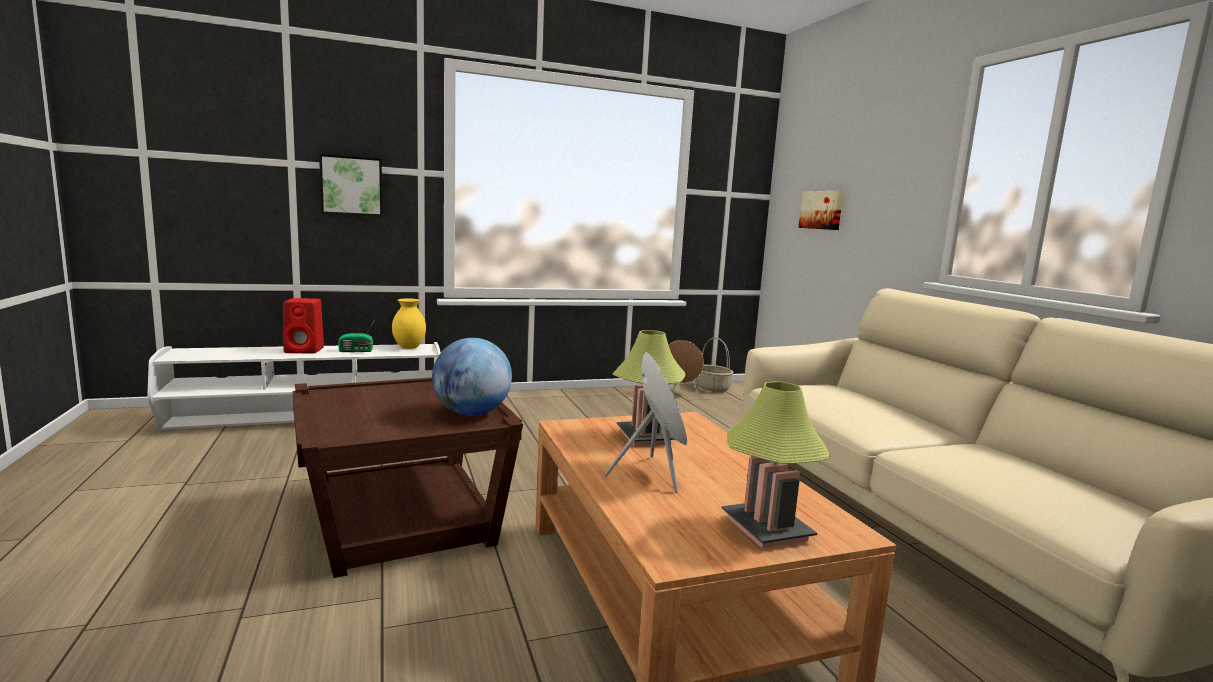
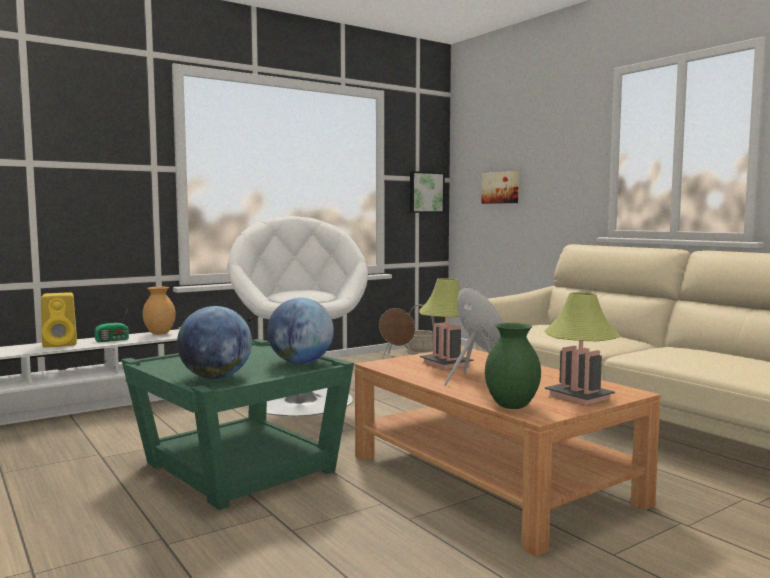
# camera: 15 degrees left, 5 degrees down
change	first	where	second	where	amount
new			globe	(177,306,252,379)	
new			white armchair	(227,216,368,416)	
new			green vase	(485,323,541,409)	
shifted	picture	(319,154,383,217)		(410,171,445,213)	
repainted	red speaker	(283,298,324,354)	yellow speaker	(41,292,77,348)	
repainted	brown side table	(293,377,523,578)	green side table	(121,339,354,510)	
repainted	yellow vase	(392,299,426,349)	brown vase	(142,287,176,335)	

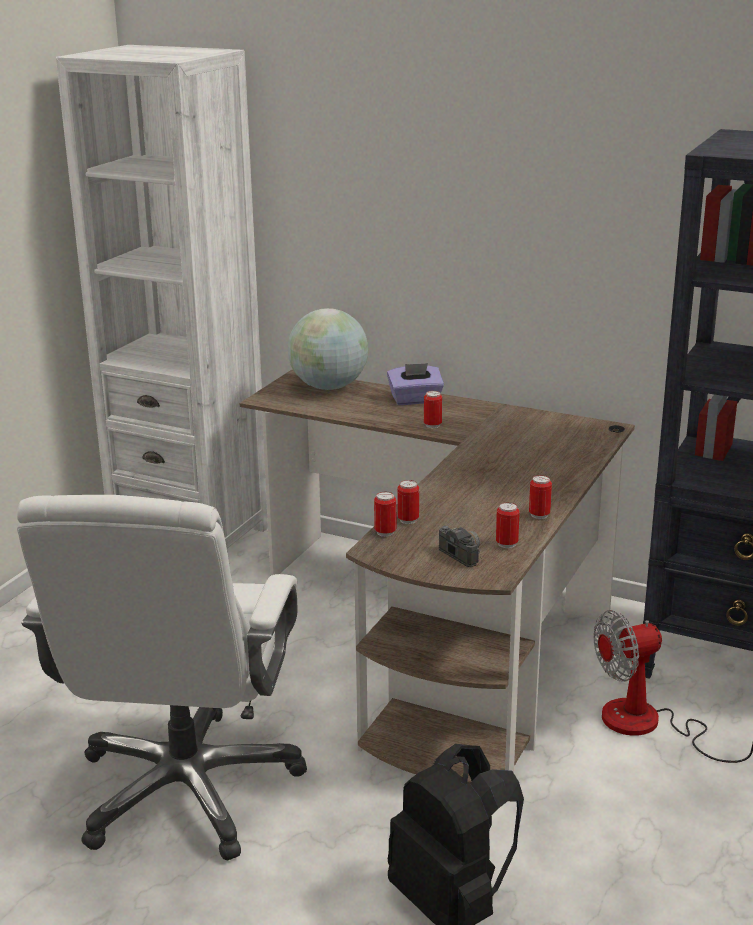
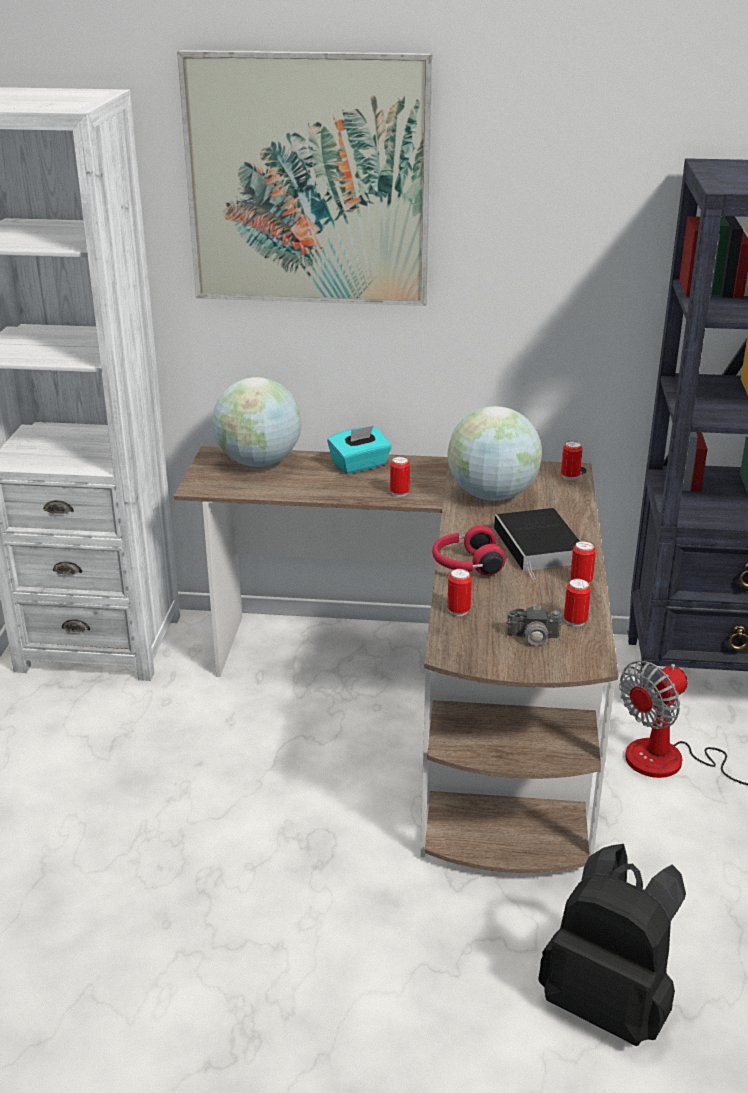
# camera: 20 degrees left, 5 degrees up
change	first	where	second	where	amount
gone	white office chair	(17,495,307,861)			
new			picture	(177,50,432,306)	
new			red headphones	(432,525,506,576)	
new			globe	(447,406,542,501)	
new			book	(494,508,580,579)	
shifted	can	(374,492,396,537)		(561,441,583,480)	
repainted	purple tissue box	(387,363,444,405)	turquoise tissue box	(327,426,392,474)	
rotated	photo camera	(439,526,487,567)		(505,605,574,650)	150 degrees clockwise

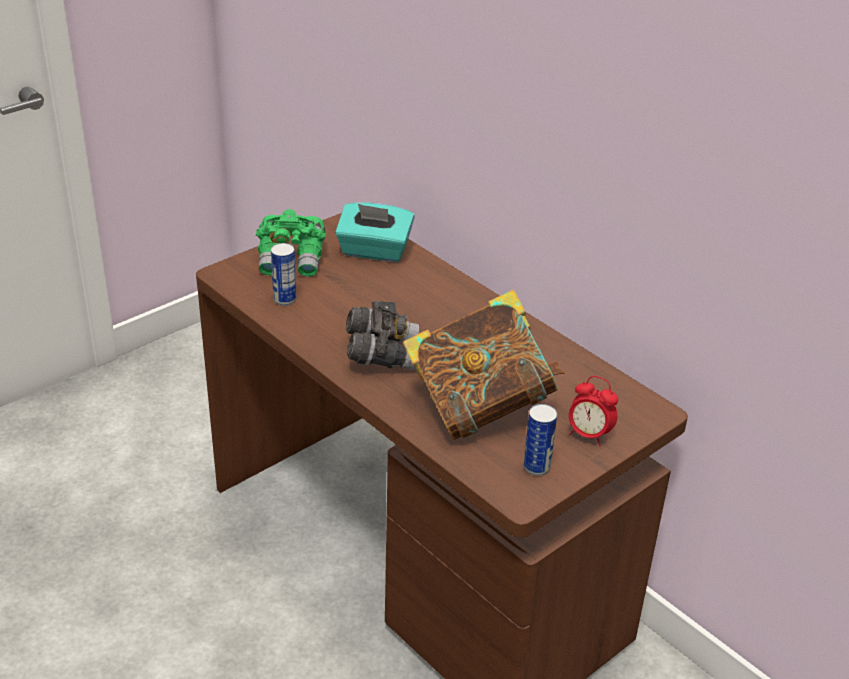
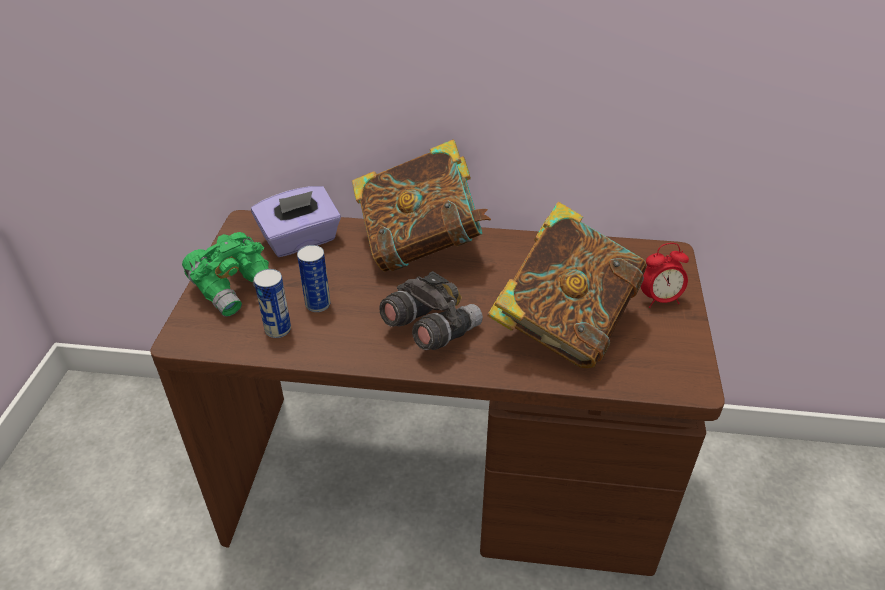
# camera: 40 degrees left, 5 degrees up
change	first	where	second	where	amount
new			book	(352,139,491,272)	
shifted	can	(523,404,557,476)		(297,245,331,312)	
repainted	turquoise tissue box	(335,202,415,262)	purple tissue box	(251,186,341,257)	

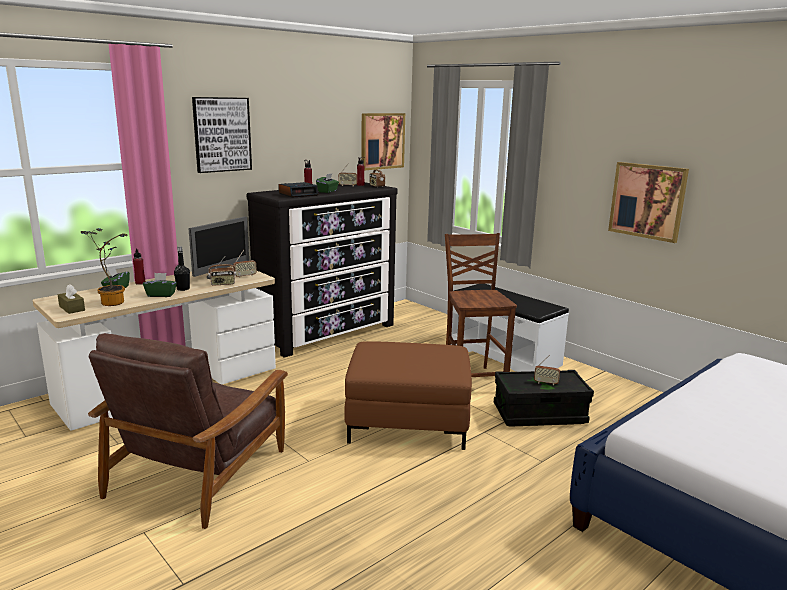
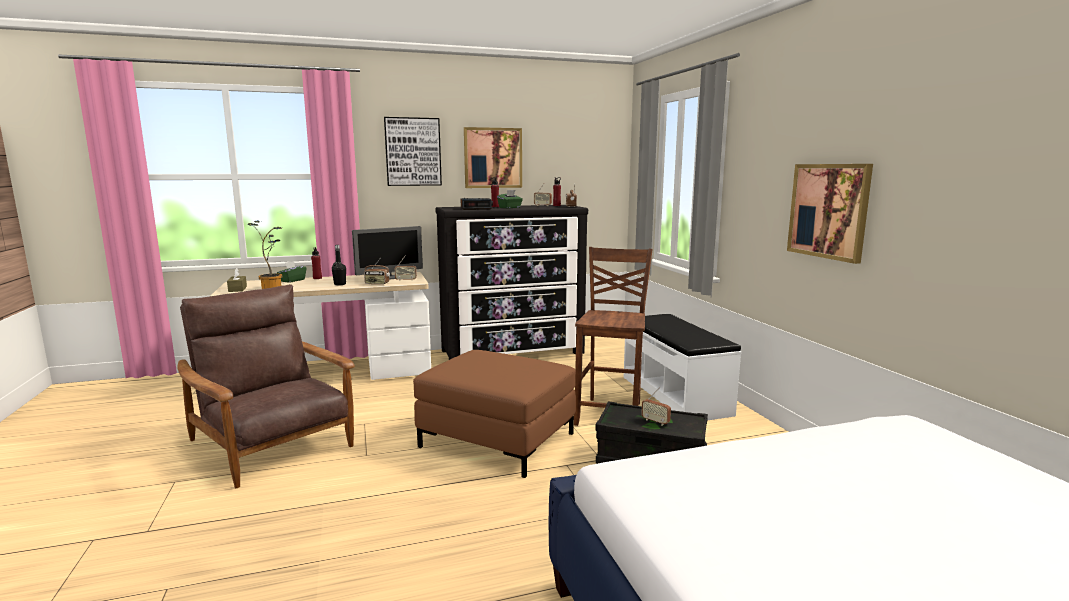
# camera: 25 degrees right, 5 degrees down
change	first	where	second	where	amount
gone	green tissue box	(143,273,177,297)			
shifted	picture	(361,113,405,170)		(464,127,522,188)	
rotated	brown armchair	(88,333,288,529)		(177,284,355,488)	90 degrees clockwise

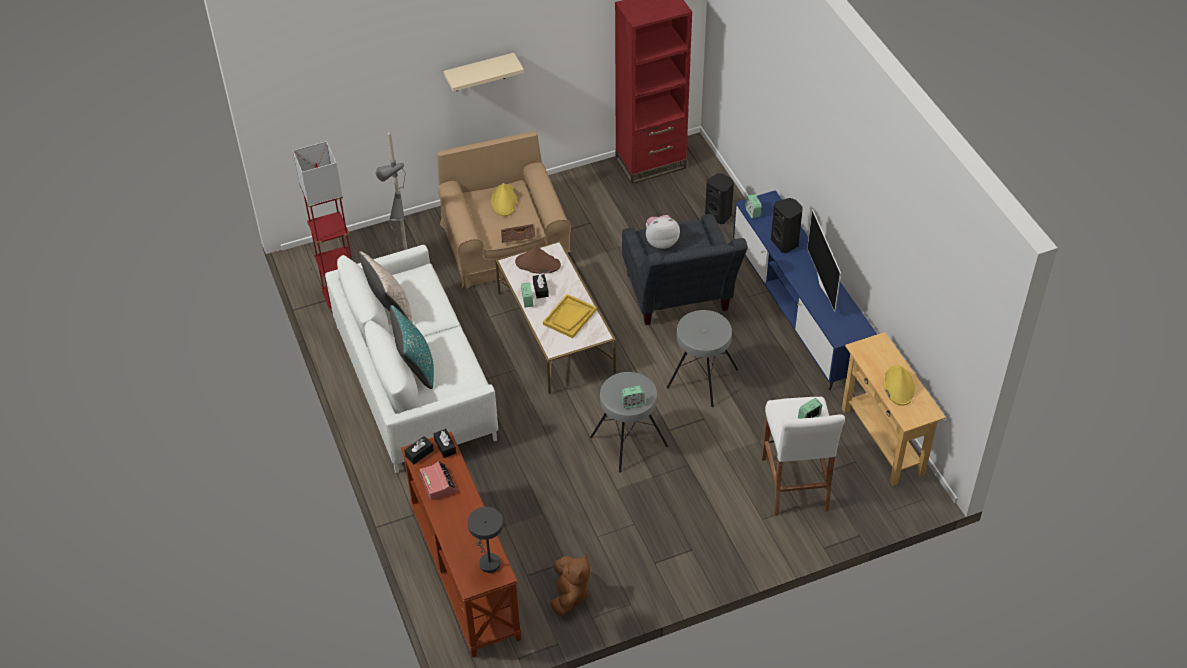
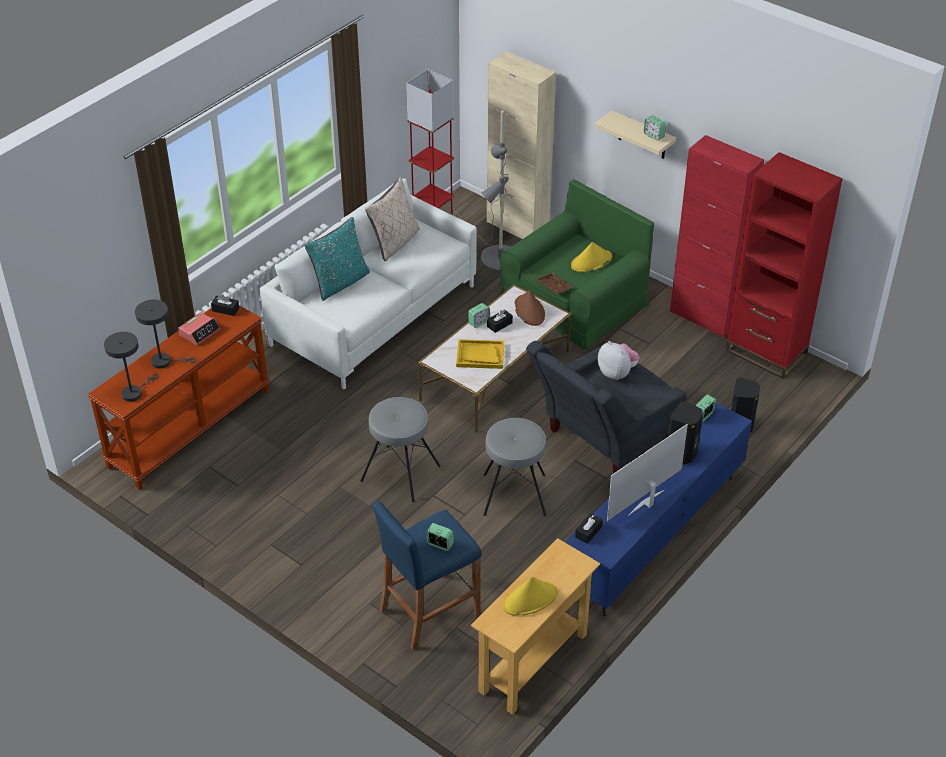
# camera: 60 degrees right, 5 degrees down
change	first	where	second	where	amount
gone	brown plush toy	(550,554,590,616)			
new			grey table lamp	(135,300,196,369)	
new			beige cabinet	(487,51,556,239)	
new			red cabinet	(670,135,764,338)	
shifted	black tissue box	(433,429,456,458)		(575,513,603,544)	
shifted	alarm clock	(621,386,645,409)		(644,116,666,141)	
repainted	brown armchair	(437,131,571,289)	green armchair	(500,180,654,351)	
repainted	white stool	(761,397,845,516)	blue stool	(373,501,481,651)	

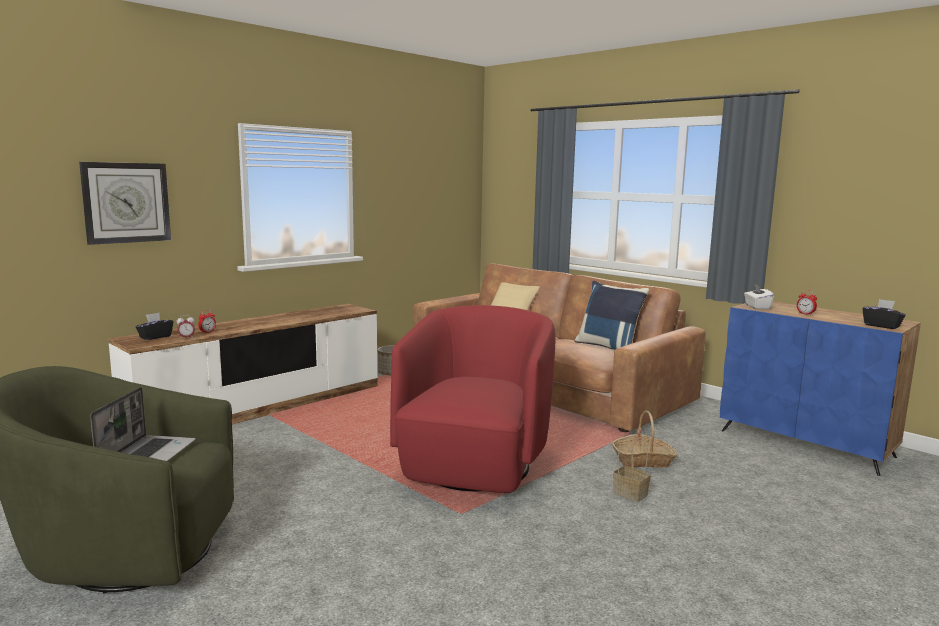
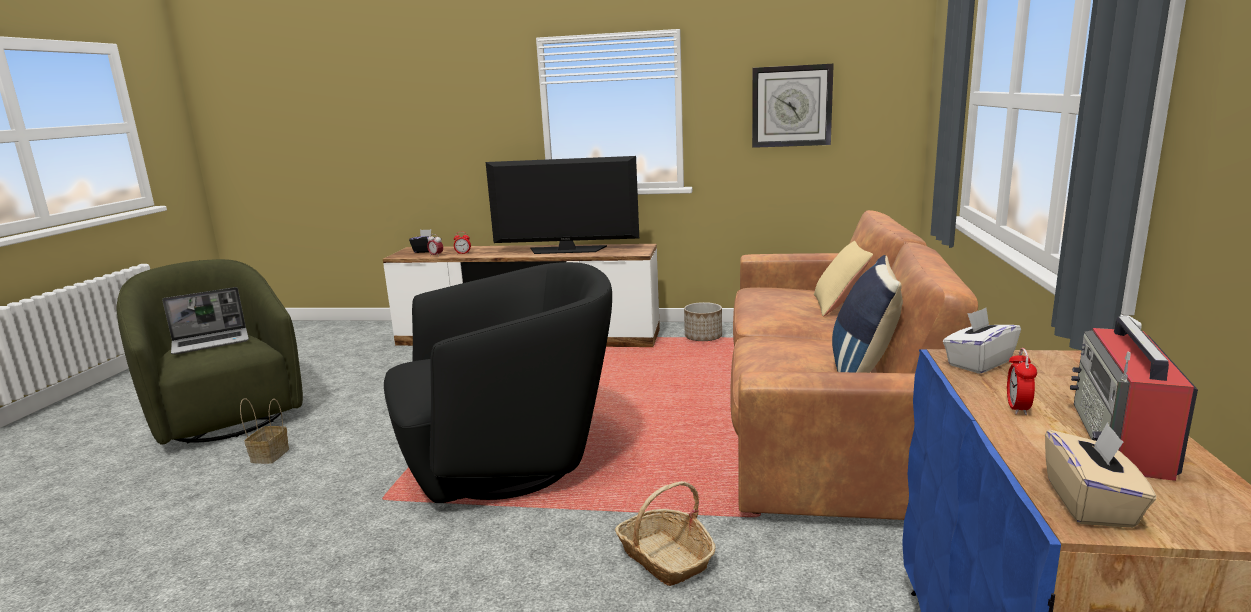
# camera: 55 degrees right, 5 degrees up
change	first	where	second	where	amount
new			television	(486,156,639,254)	
new			radio	(1070,316,1198,481)	
shifted	wall clock	(79,162,171,245)		(752,64,834,148)	
shifted	basket	(613,437,651,502)		(240,398,289,464)	
repainted	red armchair	(390,305,555,493)	black armchair	(384,262,612,503)	
repainted	black tissue box	(862,299,906,329)	beige tissue box	(1045,422,1156,528)	

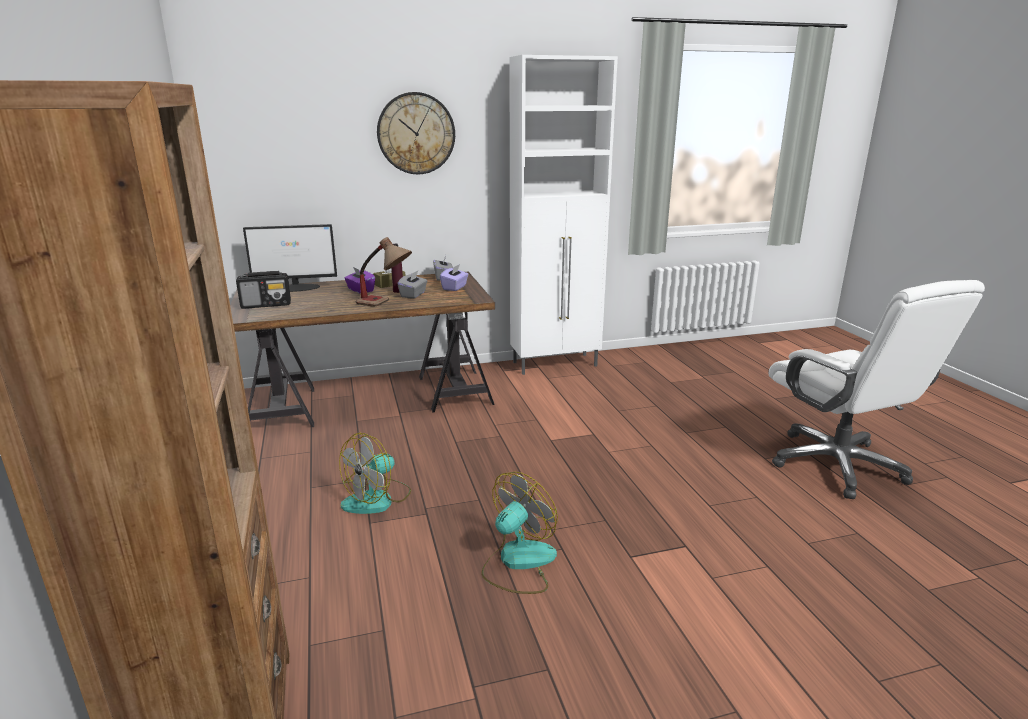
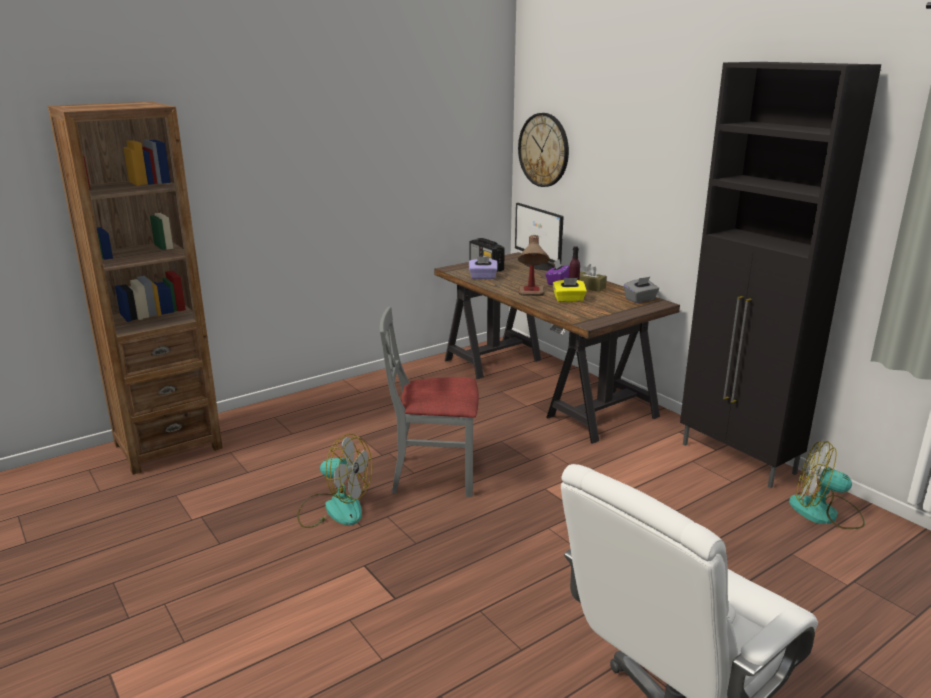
# camera: 70 degrees right, 0 degrees up
change	first	where	second	where	amount
new			grey chair	(380,306,479,497)	
shifted	fan	(339,433,411,514)		(789,441,865,529)	
shifted	wall clock	(377,92,455,174)		(518,113,569,187)	
shifted	purple tissue box	(440,264,469,291)		(469,257,498,279)	
repainted	grey tissue box	(397,271,427,298)	yellow tissue box	(553,278,587,302)	
repainted	white cabinet	(509,55,618,375)	black cabinet	(680,62,881,488)	

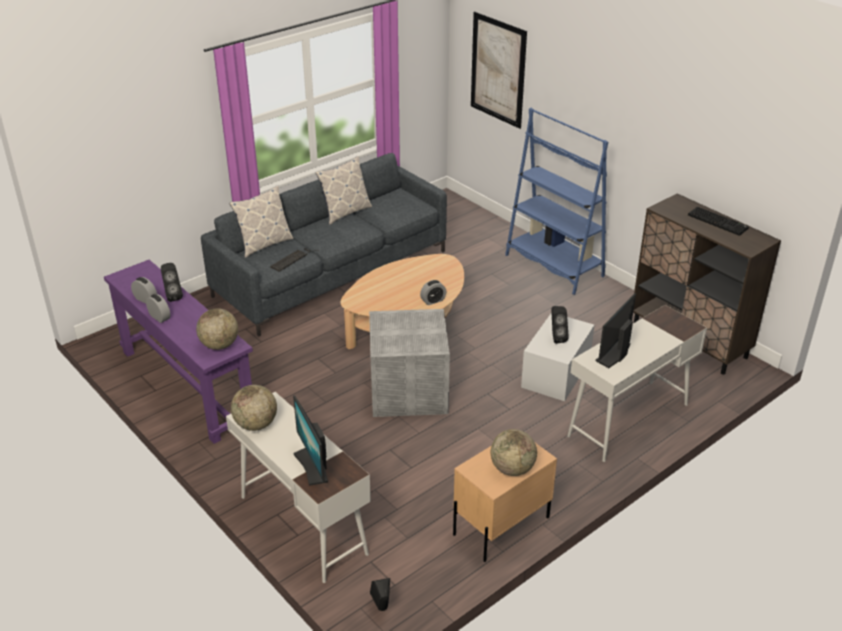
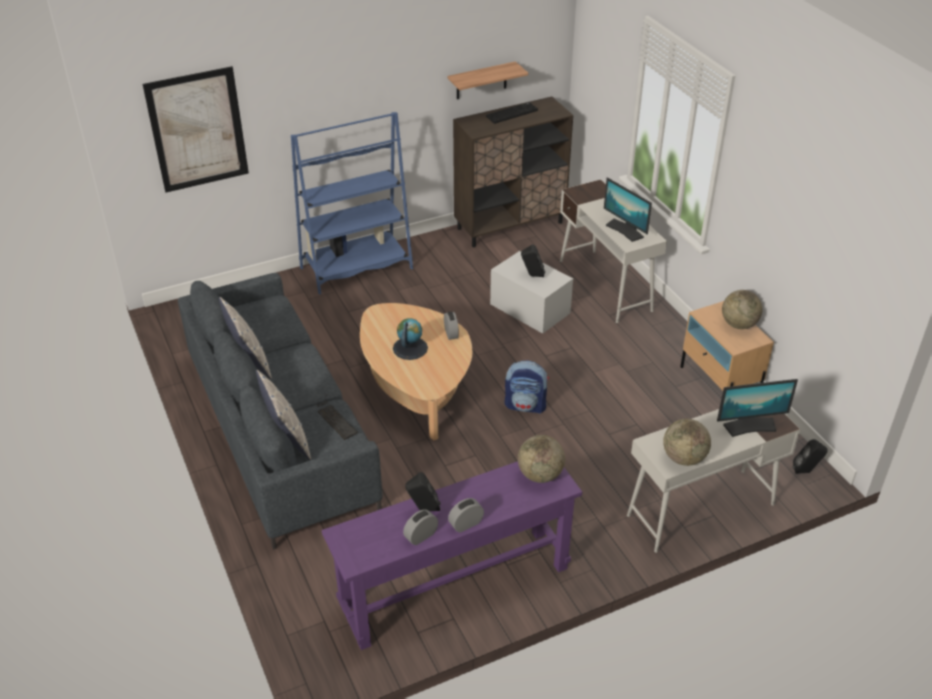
# camera: 75 degrees left, 5 degrees up
change	first	where	second	where	amount
new			globe	(393,318,428,360)	
new			shelf	(447,61,528,99)	
swapped	grey storage box	(369,309,450,417)	backpack	(505,360,549,414)	

